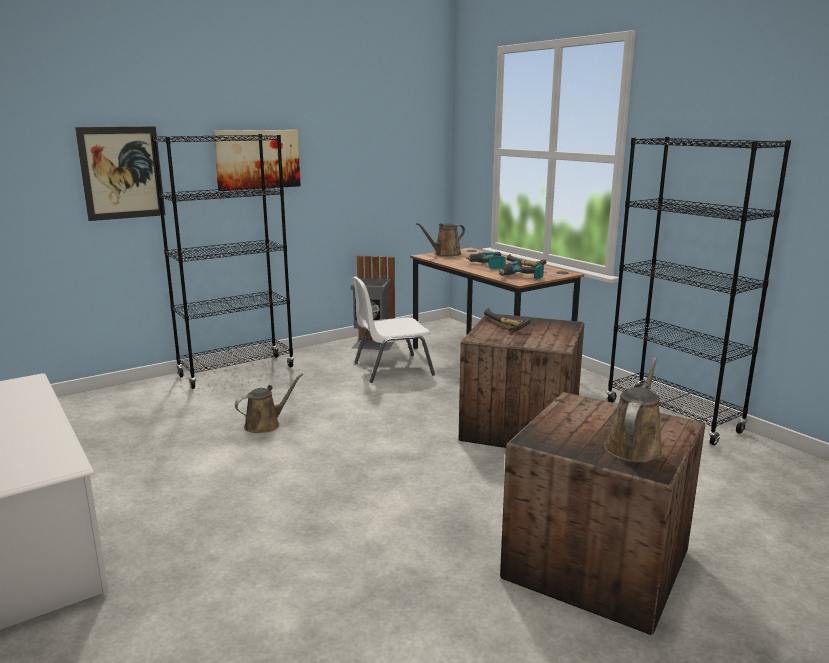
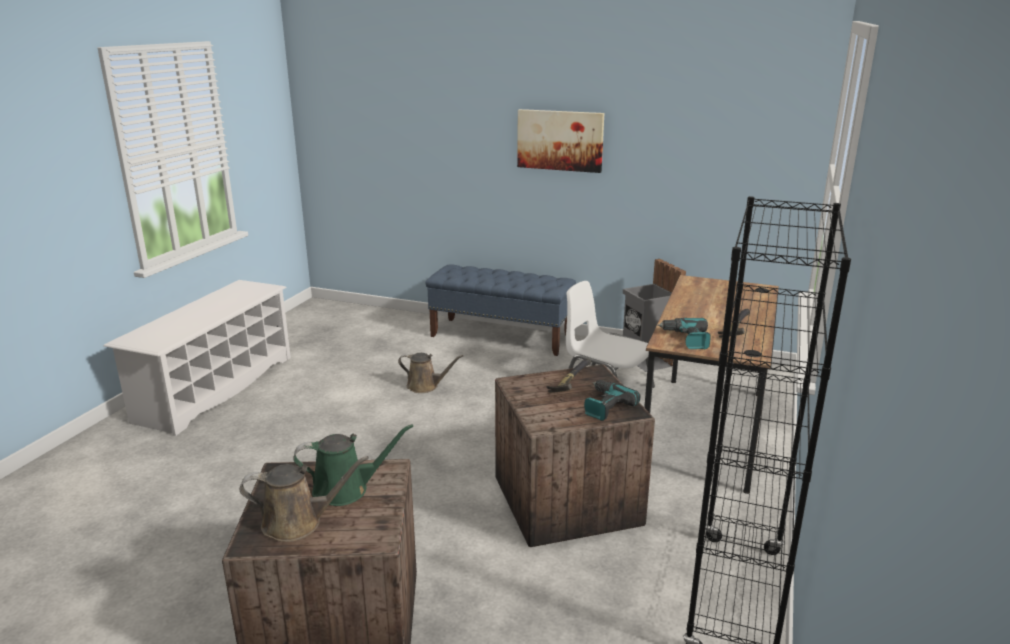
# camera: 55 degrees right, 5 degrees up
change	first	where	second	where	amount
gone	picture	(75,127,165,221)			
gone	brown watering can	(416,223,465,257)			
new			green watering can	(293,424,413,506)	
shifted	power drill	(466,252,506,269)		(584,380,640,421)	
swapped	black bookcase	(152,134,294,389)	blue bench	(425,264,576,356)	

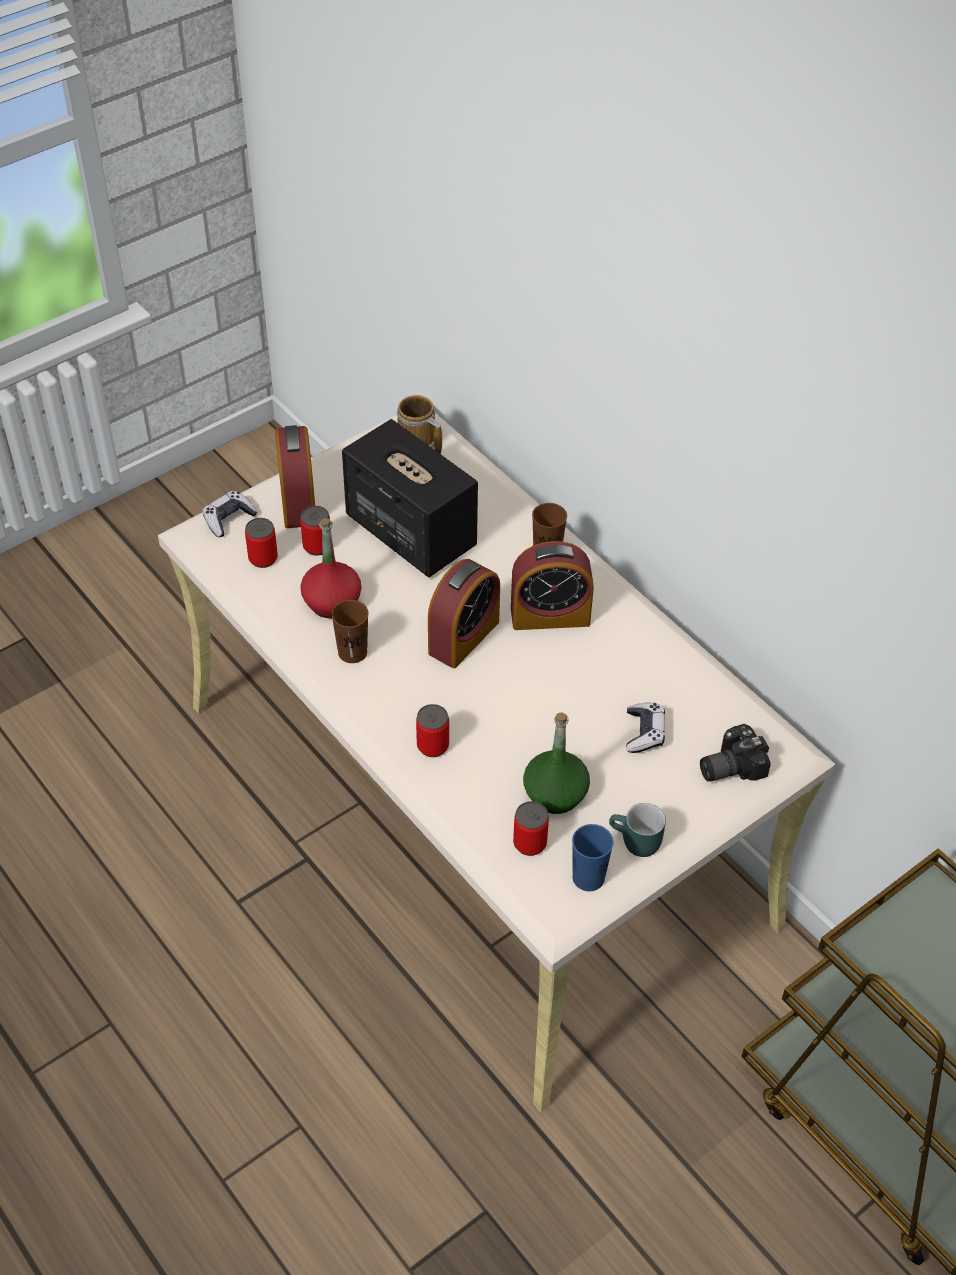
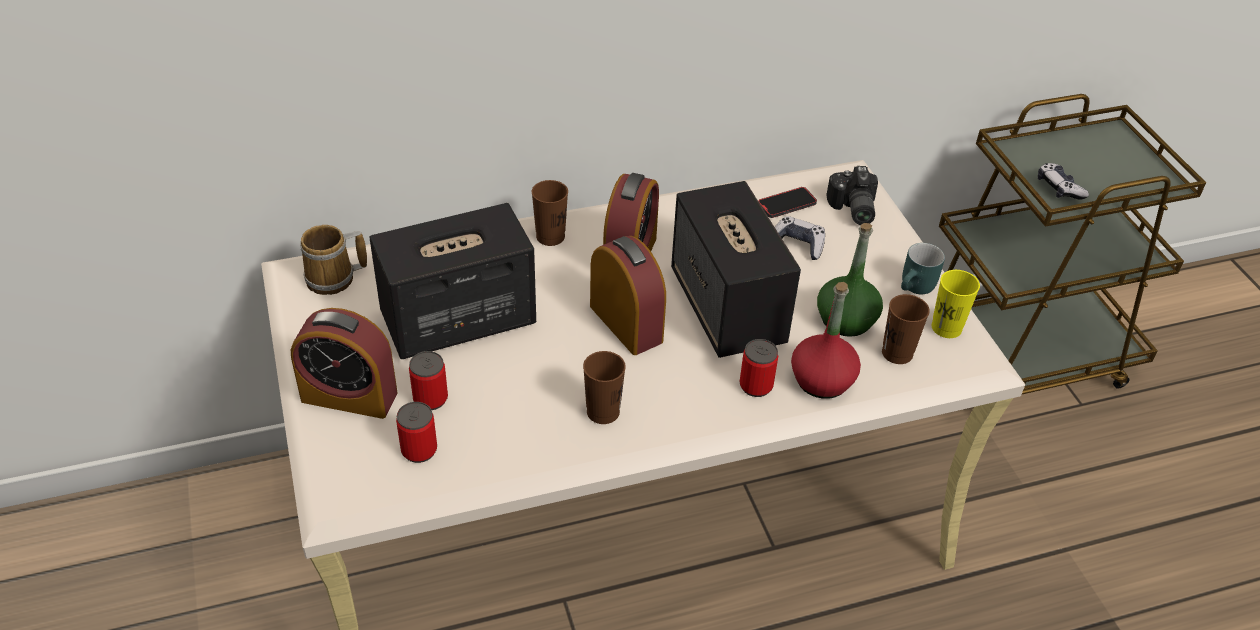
# camera: 70 degrees left, 5 degrees down
change	first	where	second	where	amount
new			speaker	(671,181,801,358)	
new			phone	(758,187,817,218)	
shifted	game controller	(203,491,258,537)		(1038,163,1089,200)	
shifted	red bottle	(300,518,362,618)		(791,282,861,399)	
swapped	can	(513,801,549,856)	brown cup	(882,294,930,364)	
repainted	blue cup	(572,824,613,891)	yellow cup	(931,270,980,338)	

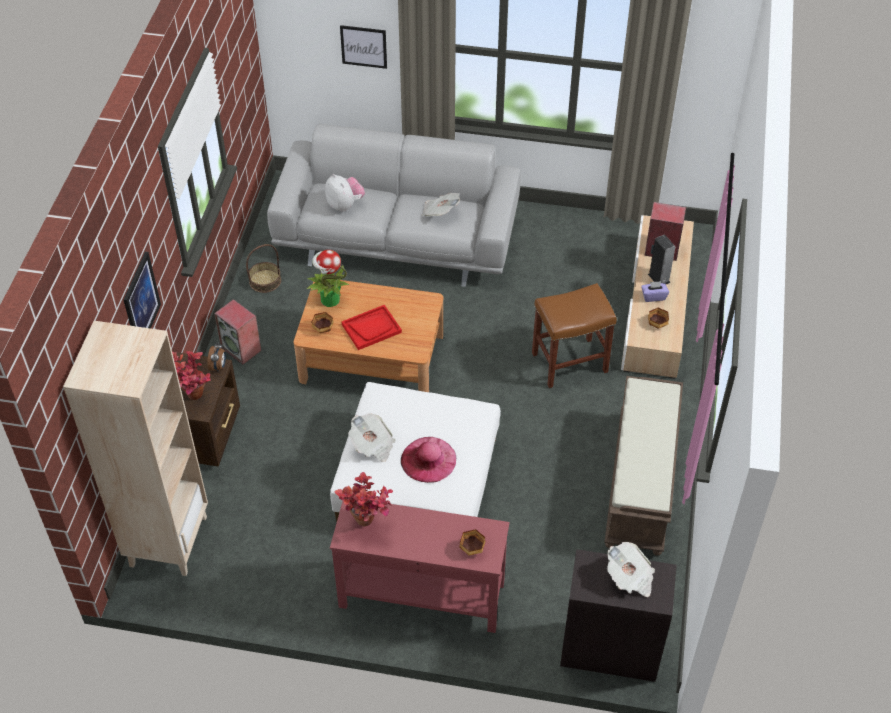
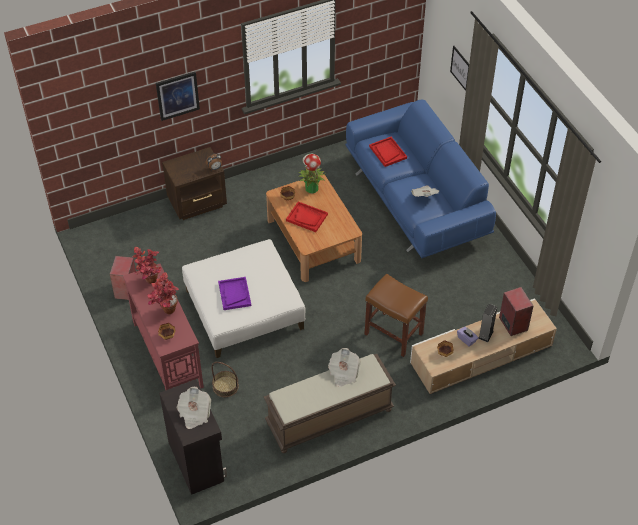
# camera: 55 degrees right, 0 degrees up
change	first	where	second	where	amount
gone	beige bookcase	(63,321,208,576)			
shifted	potted plant	(172,351,211,400)		(147,272,179,314)	
shifted	speaker	(214,299,262,365)		(110,256,136,300)	
shifted	basket	(246,244,281,293)		(211,362,239,397)	
shifted	newspaper	(348,413,396,462)		(328,348,361,387)	
swapped	plush toy	(325,174,365,212)	red tray	(369,137,407,167)	
swapped	pink hat	(401,437,456,483)	purple tray	(218,277,251,310)	
repainted	grey sofa	(267,124,521,287)	blue sofa	(345,100,496,258)	

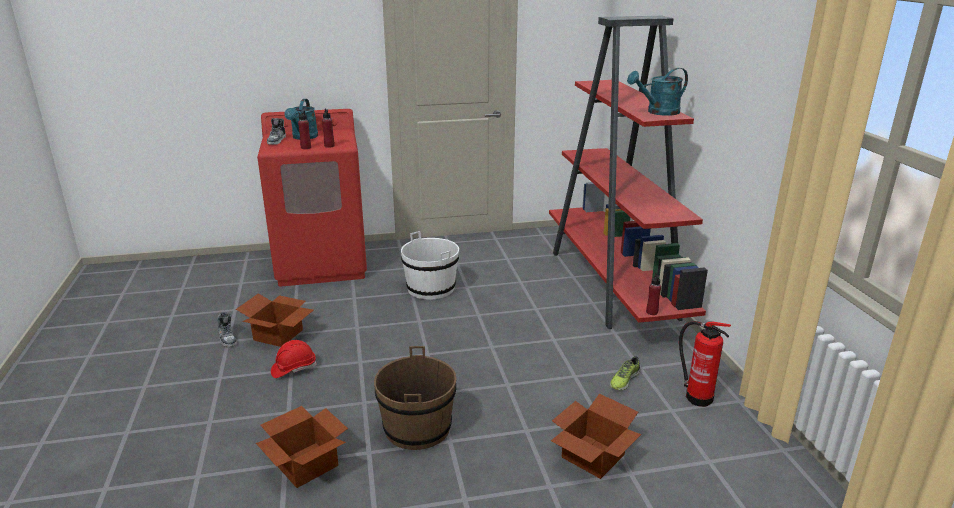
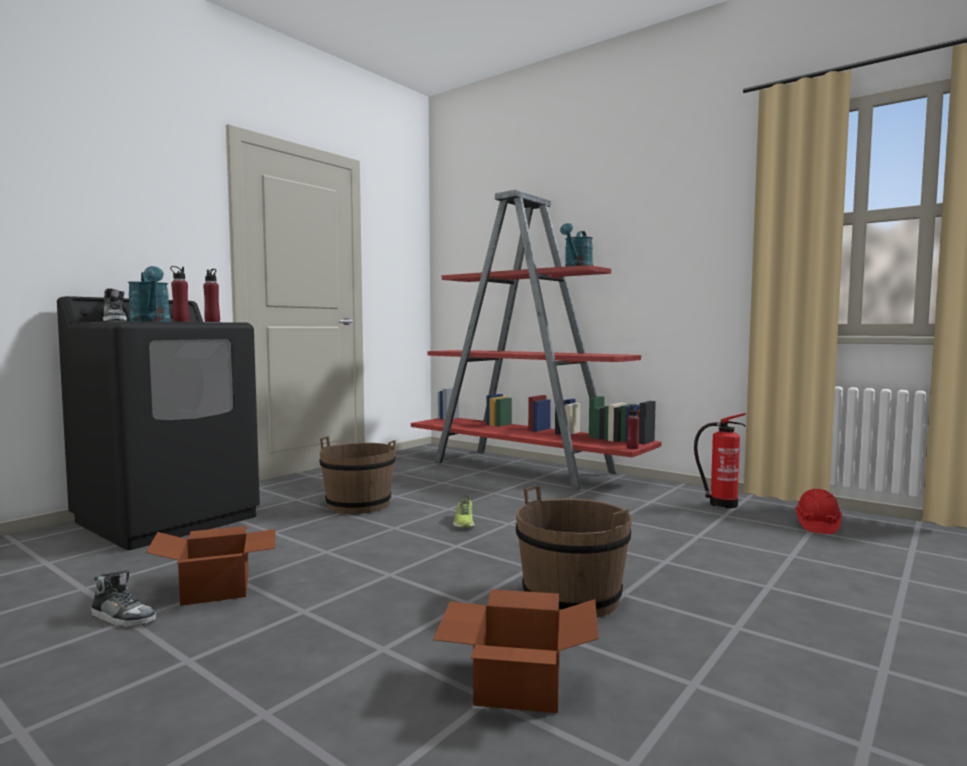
# camera: 40 degrees left, 20 degrees down
change	first	where	second	where	amount
gone	cardboard box	(551,394,641,479)			
shifted	red hard hat	(271,340,317,378)		(795,489,842,534)	
shifted	shoe	(610,356,640,390)		(453,496,475,527)	
repainted	red washing machine	(257,109,367,287)	black washing machine	(57,296,260,550)	
repainted	white bucket	(401,231,459,300)	brown bucket	(319,436,396,514)	

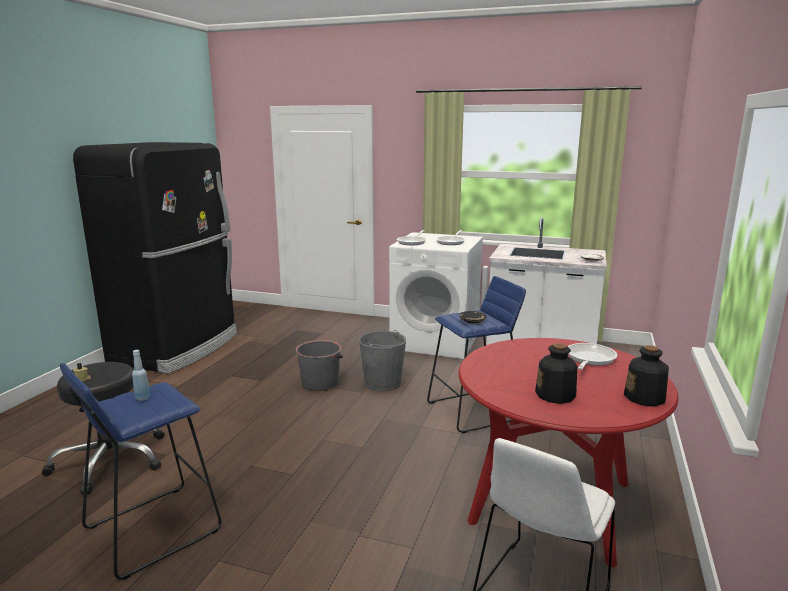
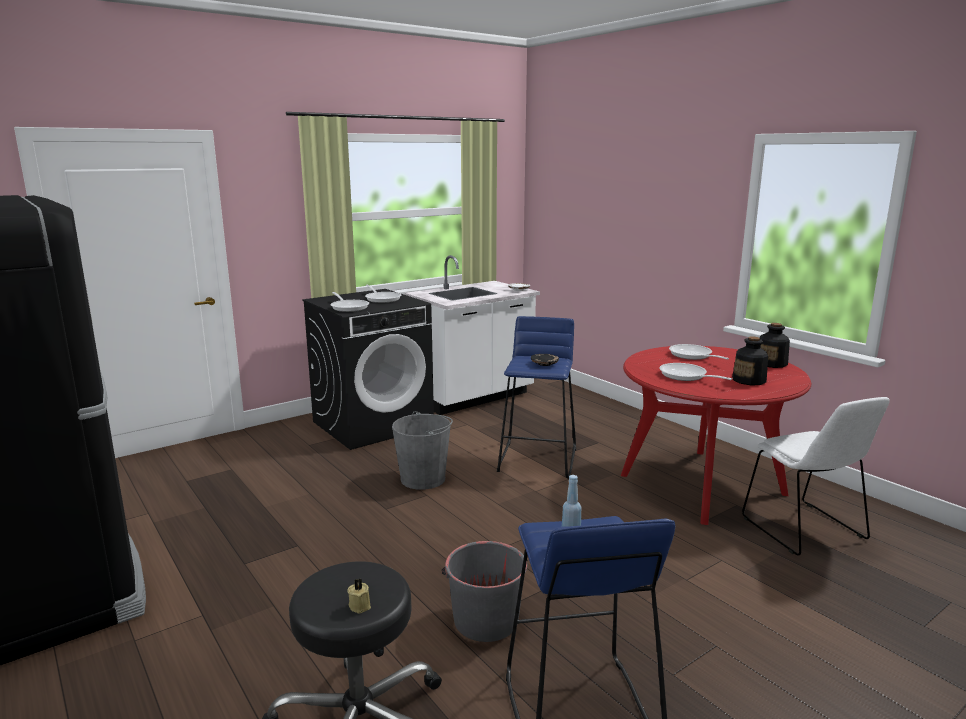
# camera: 55 degrees left, 0 degrees up
change	first	where	second	where	amount
new			frying pan	(660,363,732,381)	
shifted	grey bucket	(296,340,343,391)		(442,541,528,642)	
repainted	white washing machine	(389,232,483,359)	black washing machine	(302,289,434,450)	

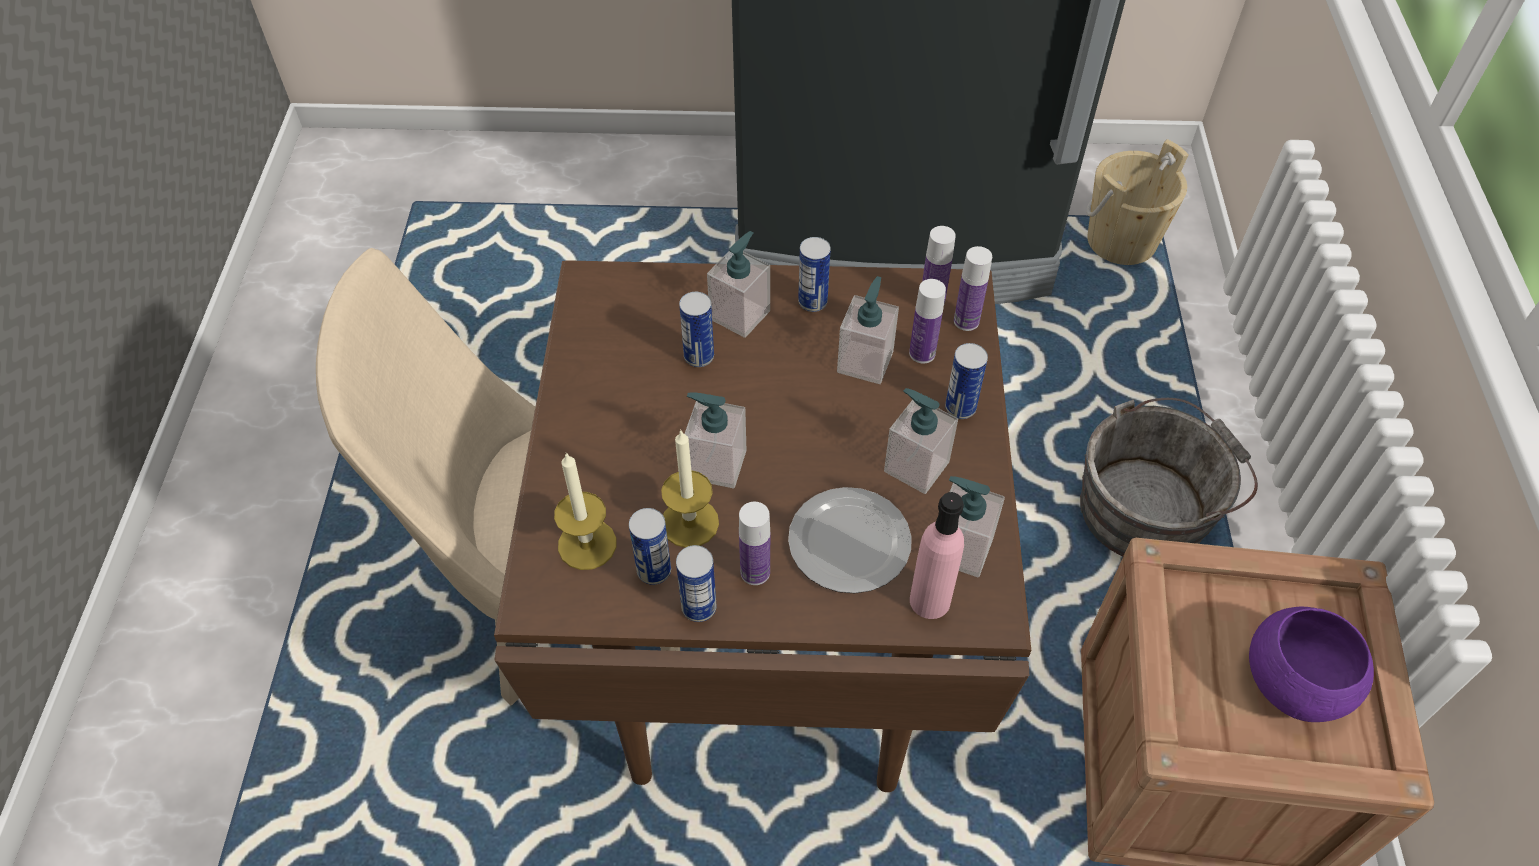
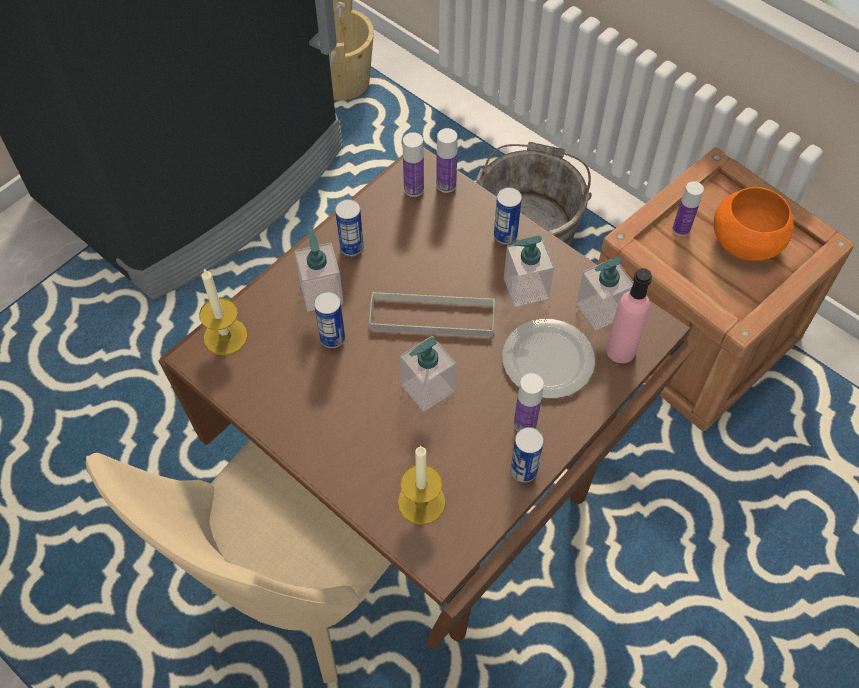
# camera: 50 degrees left, 5 degrees up
change	first	where	second	where	amount
gone	can	(629,508,671,585)			
gone	soap dispenser	(837,276,899,384)			
new			grey tray	(369,291,495,337)	
shifted	candle	(661,429,719,548)		(199,268,248,356)	
shifted	bottle	(909,279,946,364)		(673,181,704,236)	
repainted	purple bowl	(1249,607,1374,722)	orange bowl	(713,187,794,261)	

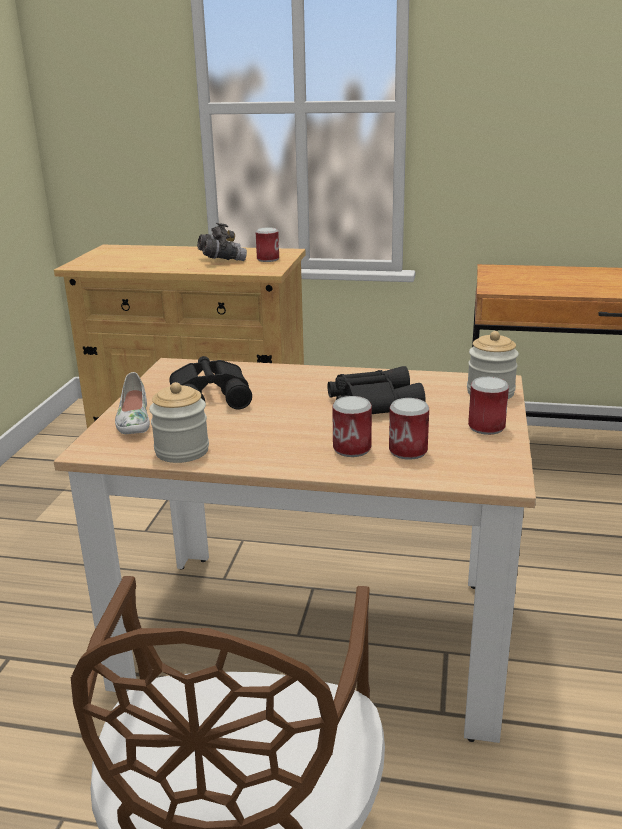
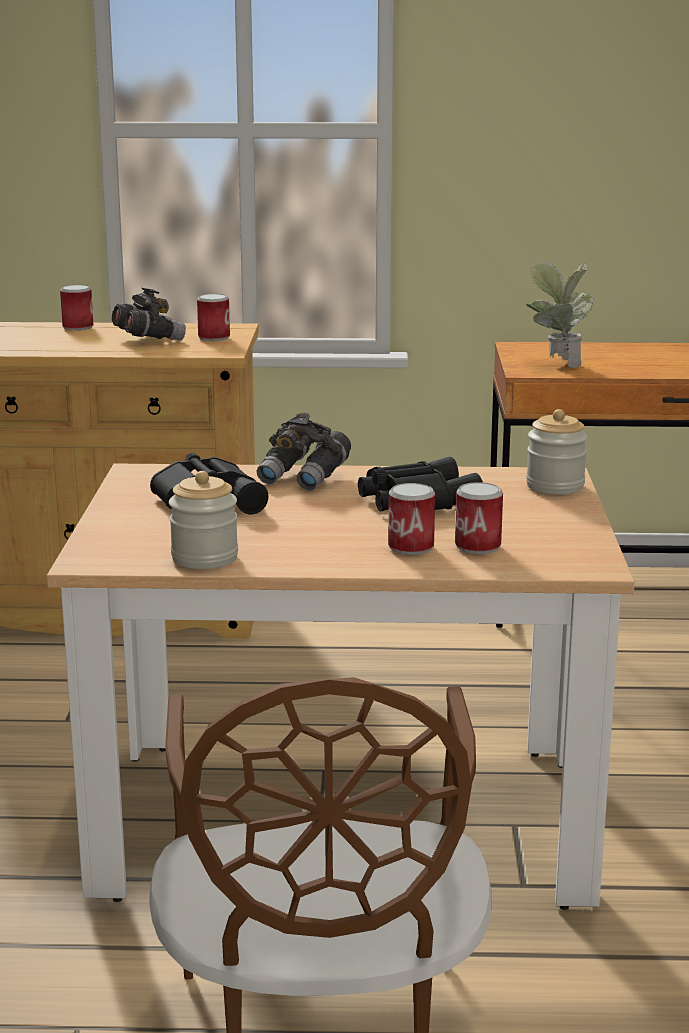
# camera: 10 degrees left, 5 degrees down
change	first	where	second	where	amount
gone	white shoe	(115,372,150,434)			
new			grey binoculars	(257,413,351,491)	
new			potted plant	(527,262,594,368)	
shifted	can	(468,377,509,435)		(60,285,93,331)	

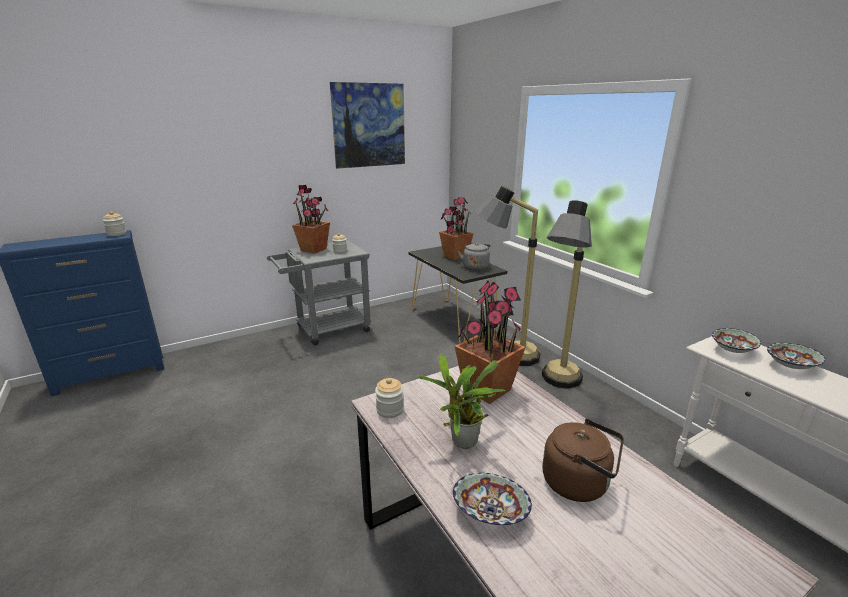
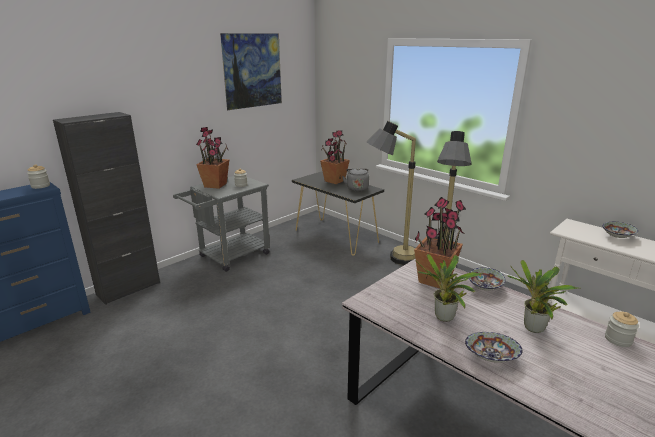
# camera: 15 degrees left, 0 degrees up
change	first	where	second	where	amount
new			black cabinet	(53,112,160,305)	
shifted	jar	(375,378,404,418)		(605,312,639,347)	
shifted	bowl	(712,328,761,353)		(469,267,506,291)	
swapped	brown kettle	(542,419,624,502)	potted plant	(507,260,581,333)	

